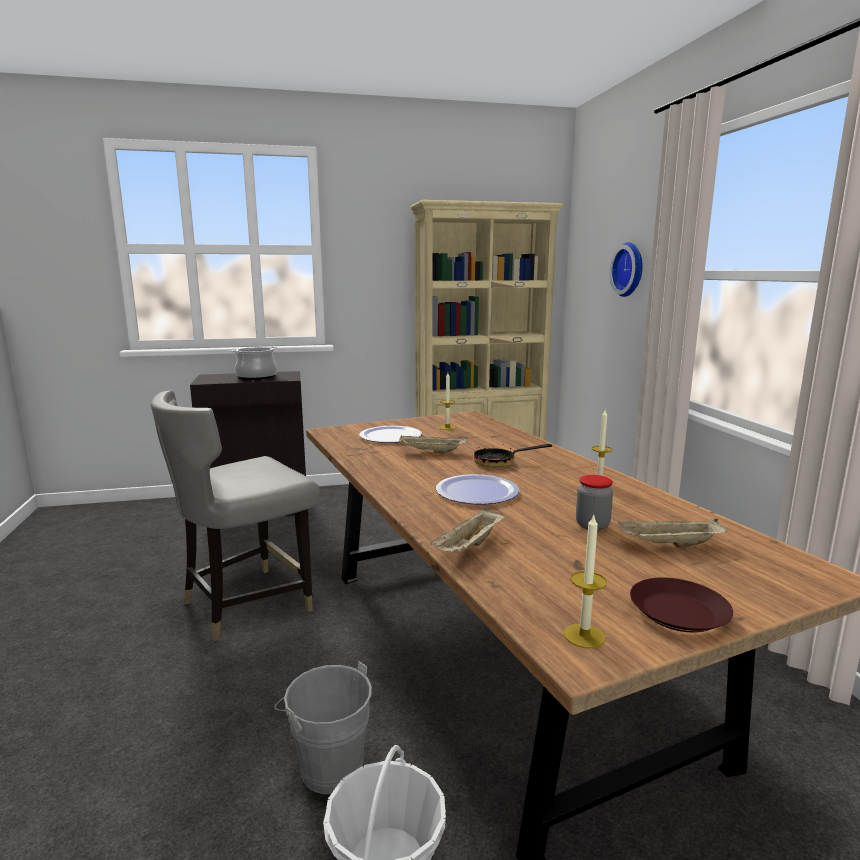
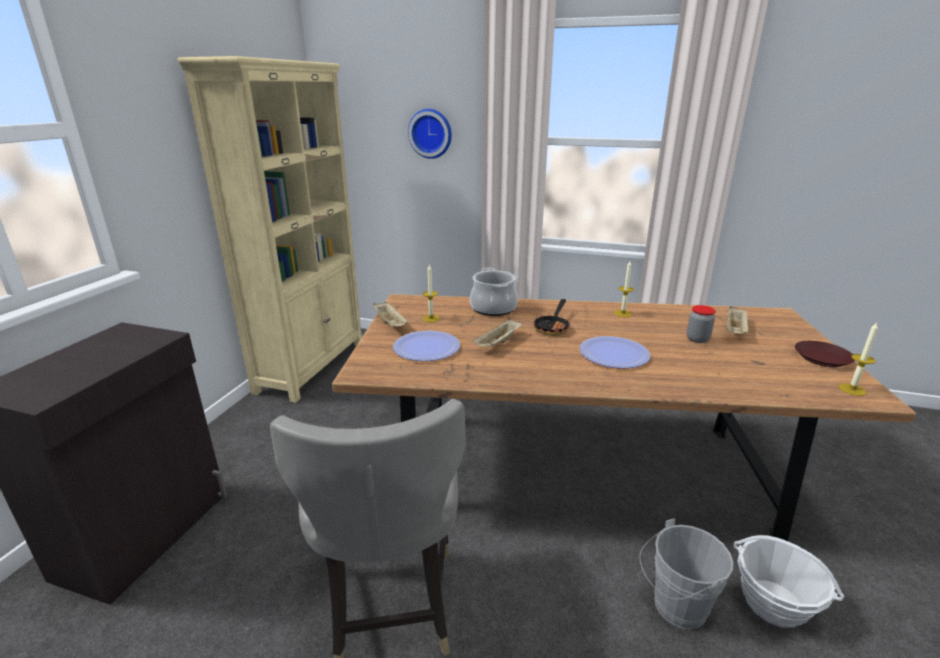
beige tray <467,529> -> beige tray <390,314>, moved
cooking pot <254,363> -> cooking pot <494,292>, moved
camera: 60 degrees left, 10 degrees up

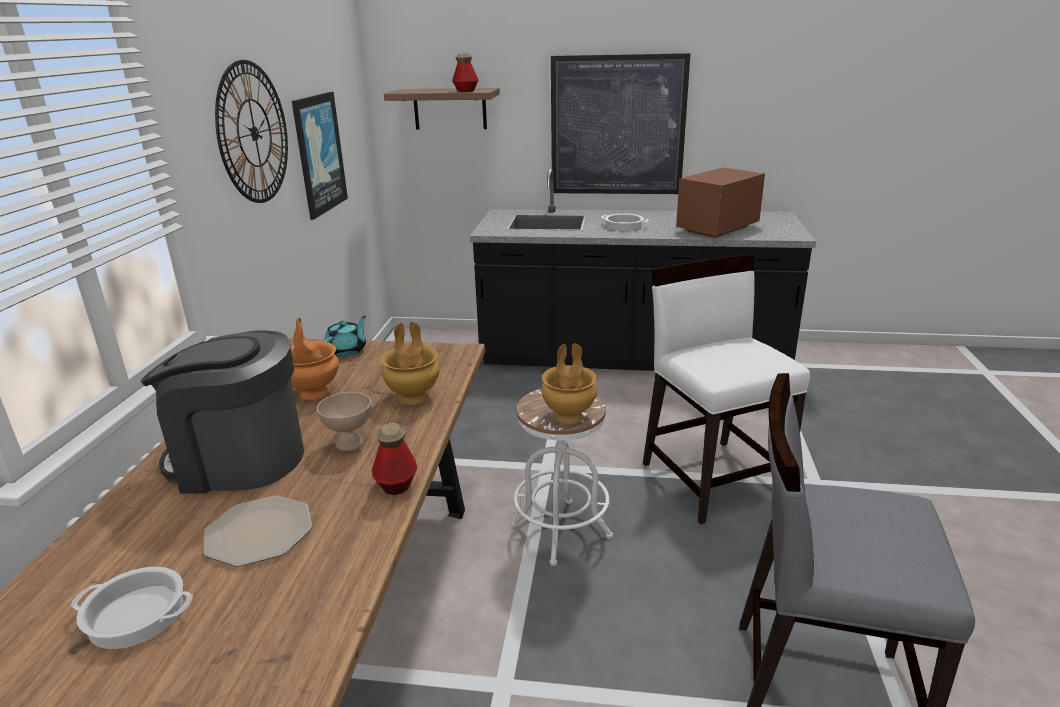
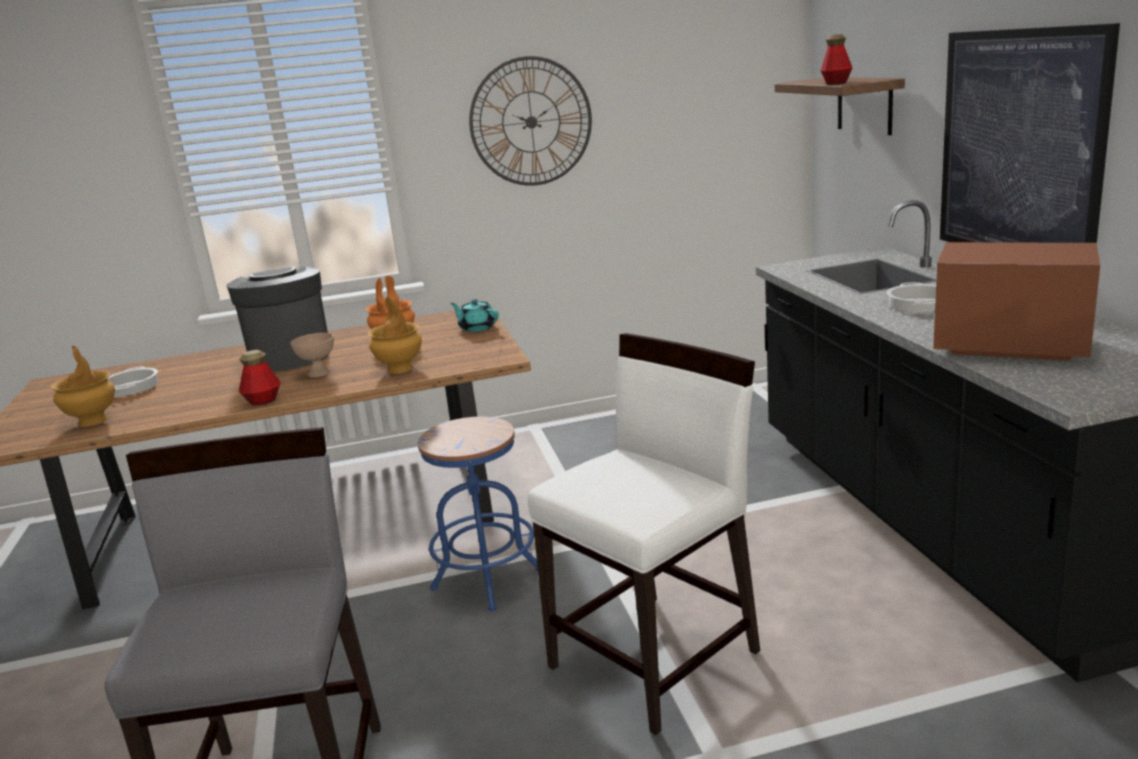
brown vase <569,383> -> brown vase <82,386>, moved
white stool <562,477> -> blue stool <478,513>
turquoise teapot <344,336> -> turquoise teapot <474,315>, 150 degrees counterclockwise
plate <258,531> -> none
picture <320,156> -> none
camera: 70 degrees right, 5 degrees down

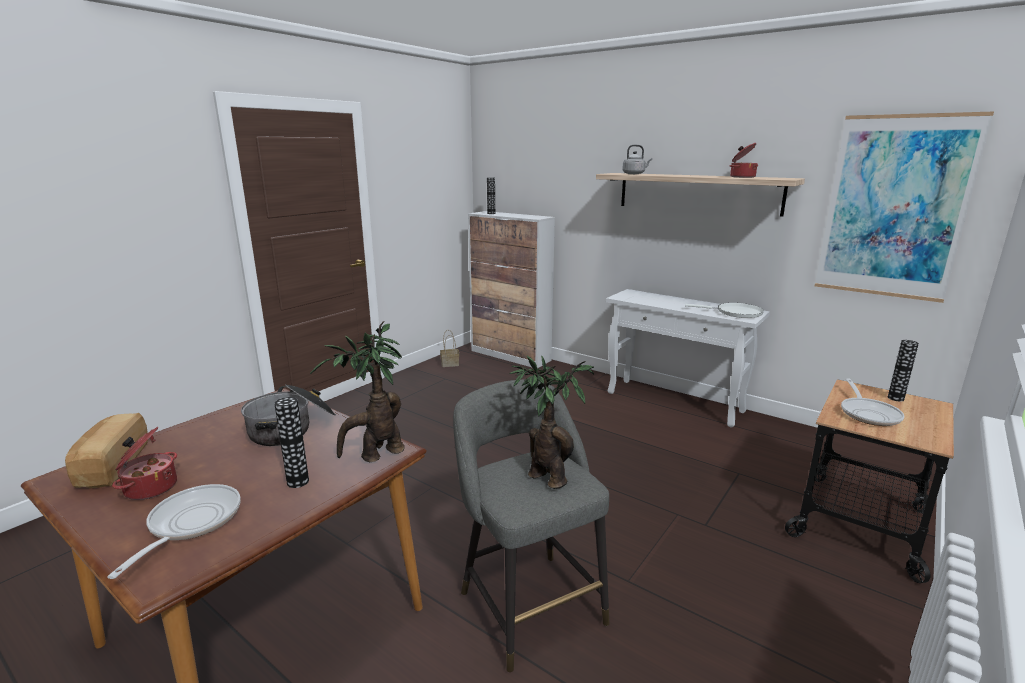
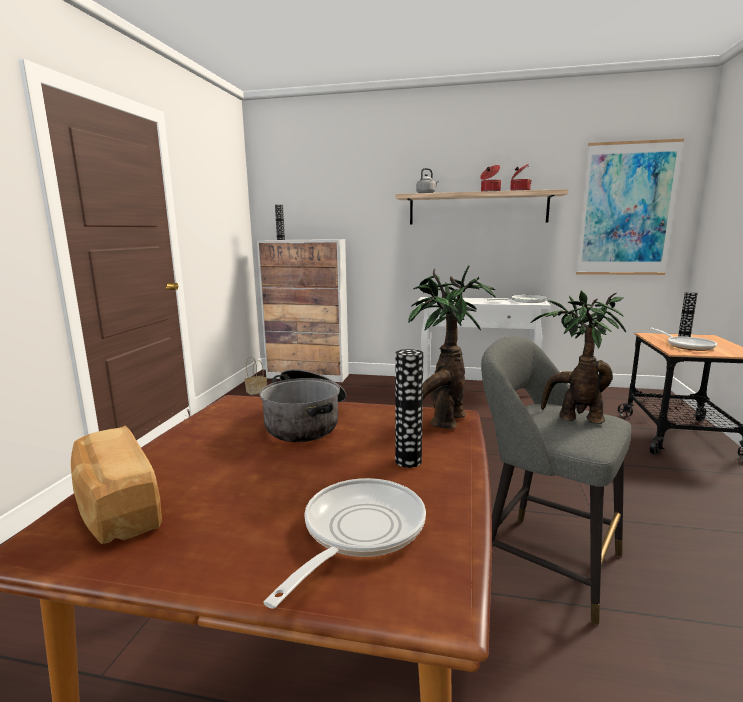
frying pan <174,531> -> frying pan <345,543>, 45 degrees clockwise
cooking pot <144,463> -> cooking pot <490,178>, moved
camera: 25 degrees left, 5 degrees down

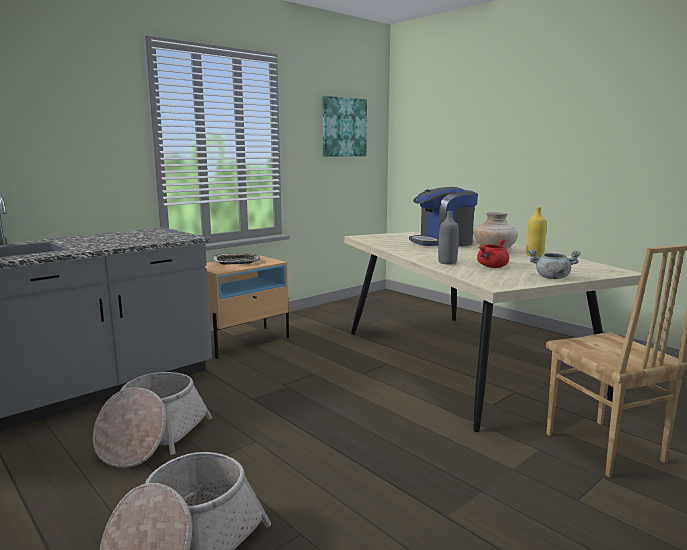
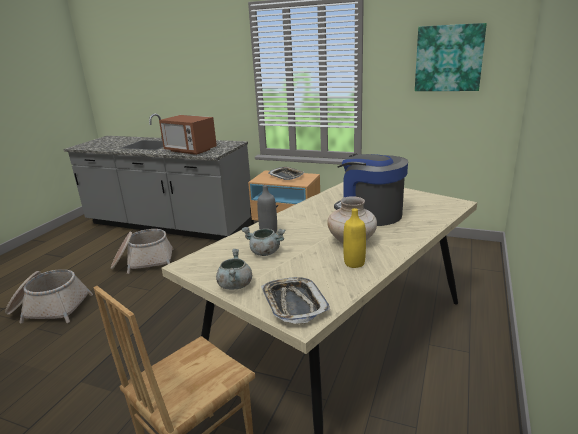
none -> microwave <188,135>
red cooking pot <493,253> -> grey cooking pot <263,241>
none -> tray <295,300>
camera: 65 degrees right, 10 degrees up

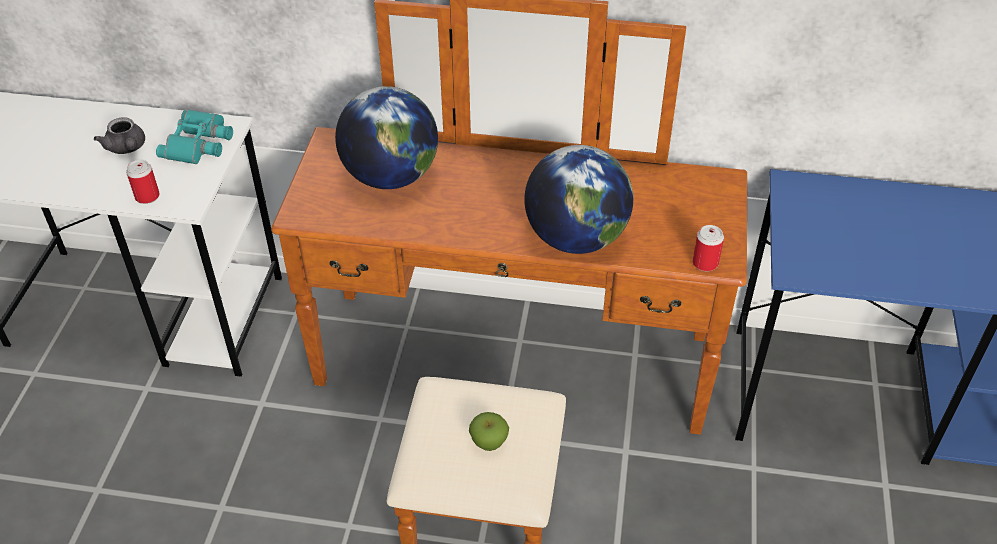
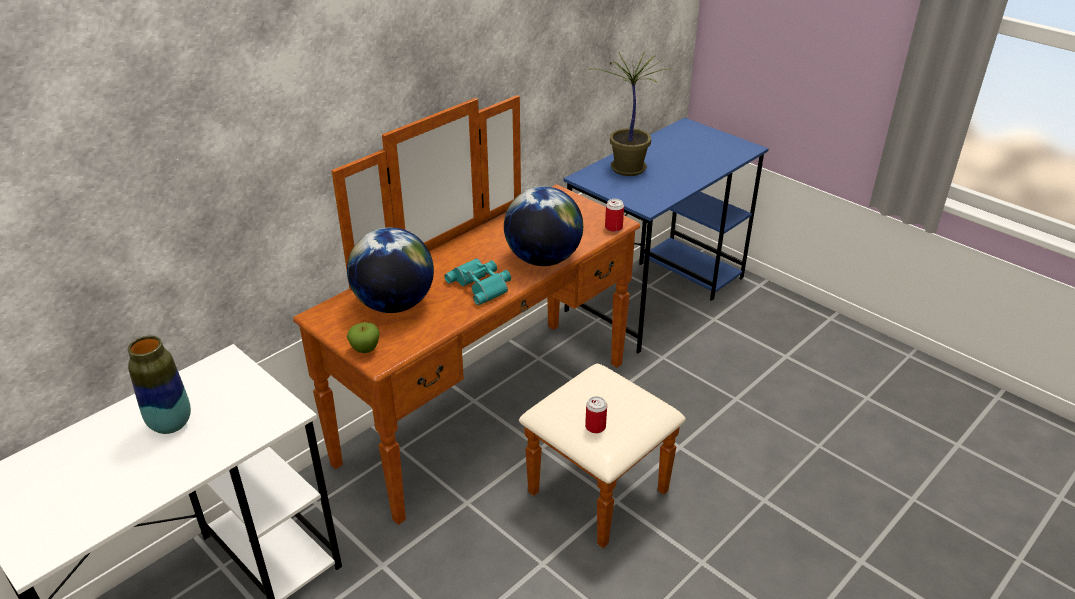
grey teapot <119,135> -> vase <159,385>
apple <489,431> -> apple <363,337>, moved
turquoise binoculars <194,137> -> turquoise binoculars <477,281>, moved
can <143,182> -> can <596,414>, moved
none -> potted plant <630,113>
camera: 55 degrees left, 10 degrees down

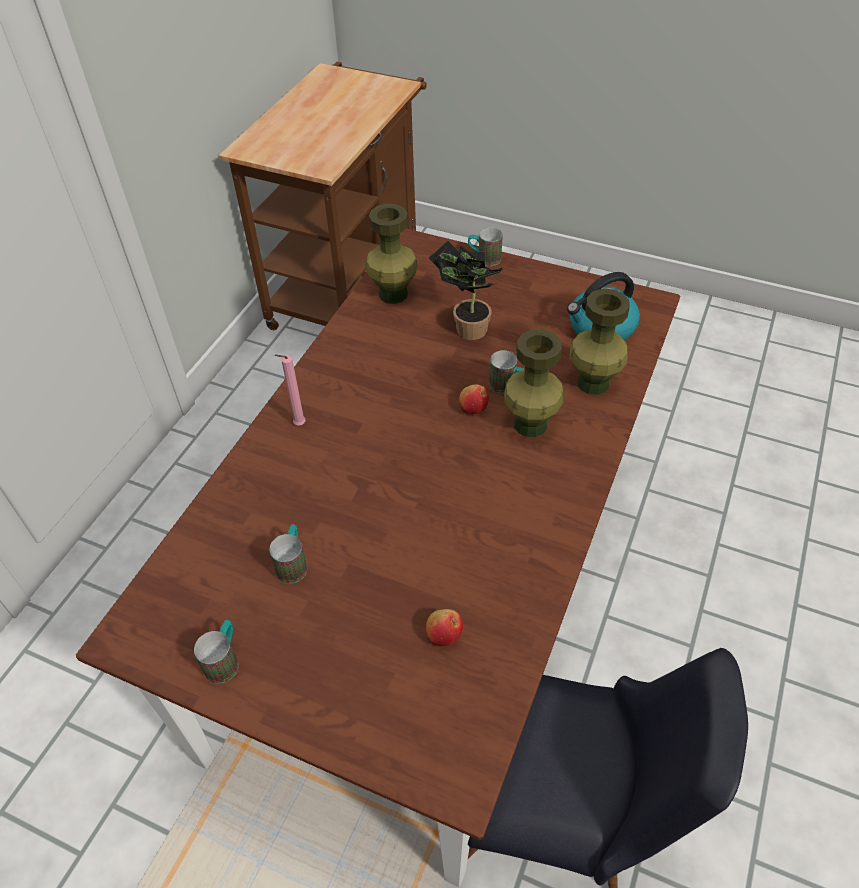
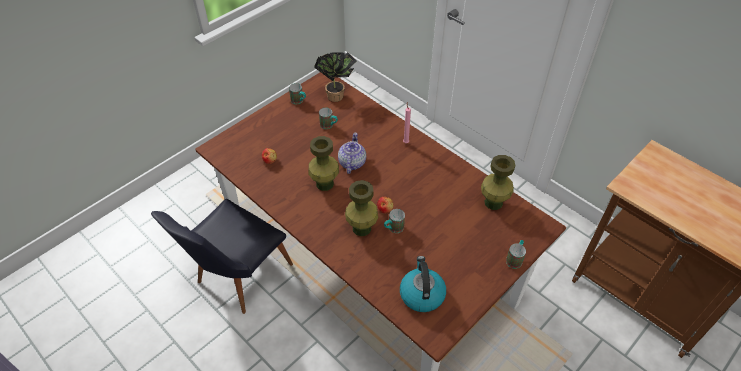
green vase <600,342> -> green vase <323,163>, moved
potted plant <466,290> -> potted plant <335,77>, moved
none -> teapot <352,153>
camera: 110 degrees right, 0 degrees up

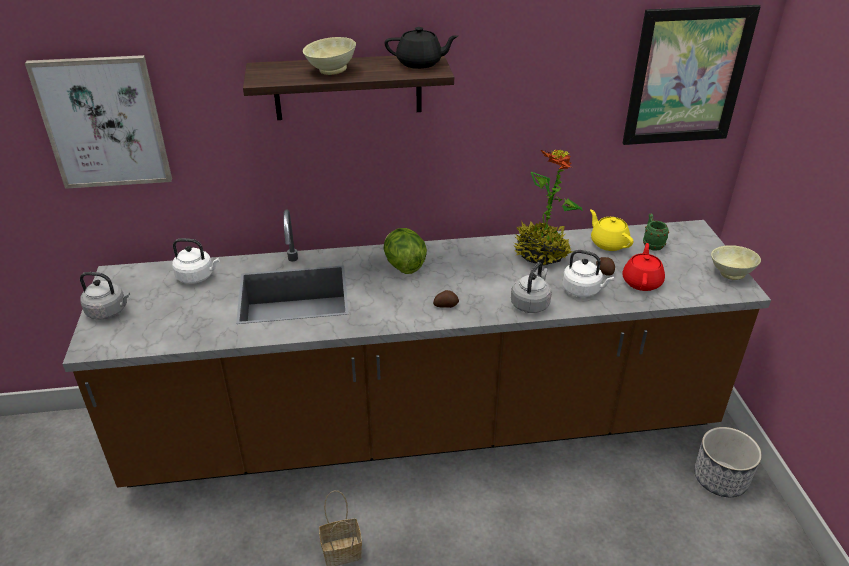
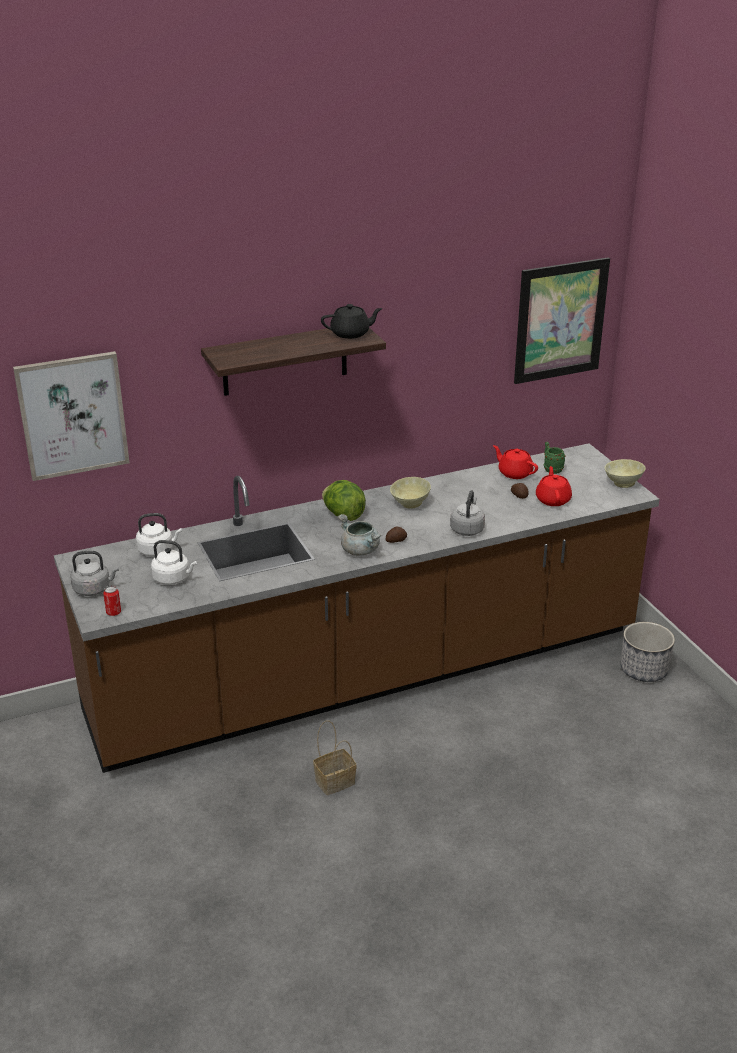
none -> can <112,601>
white kettle <588,273> -> white kettle <174,562>, moved
none -> grey cooking pot <359,535>
beige bowl <329,56> -> beige bowl <410,492>, moved
yellow teapot <612,230> -> red teapot <515,462>
potted plant <548,207> -> none
camera: 15 degrees left, 5 degrees down

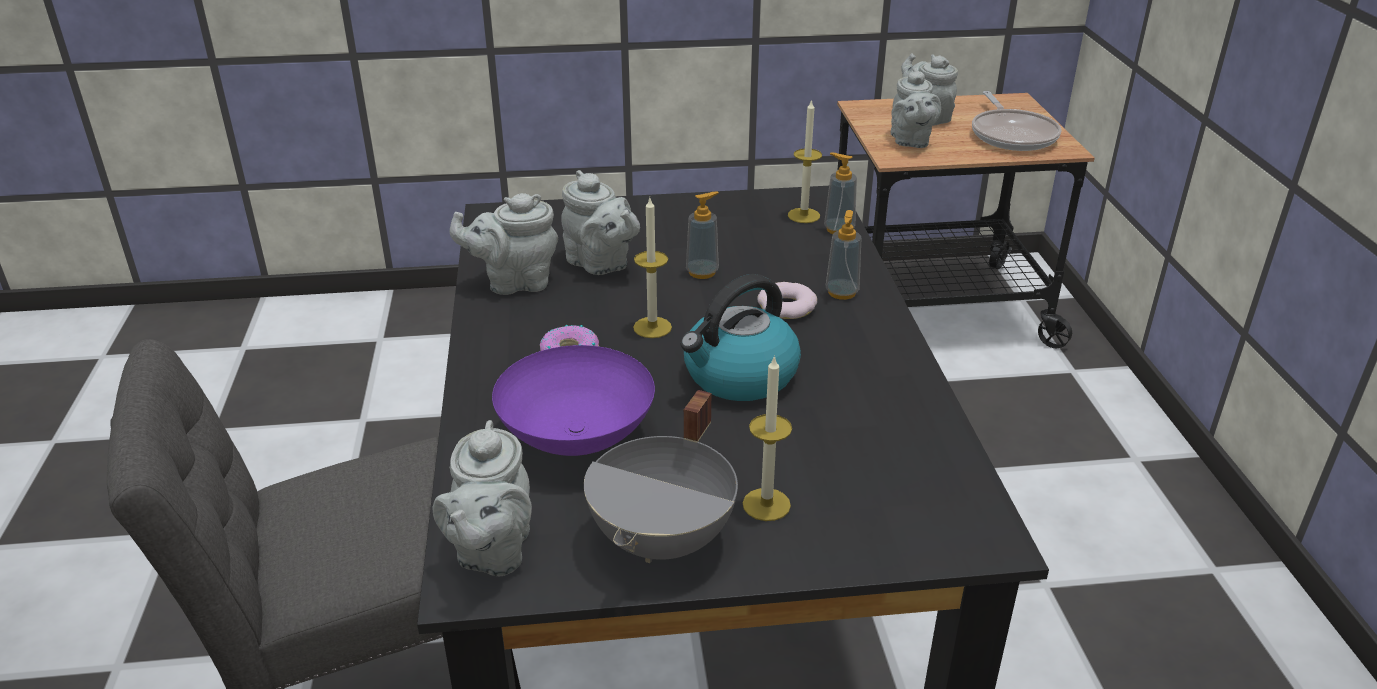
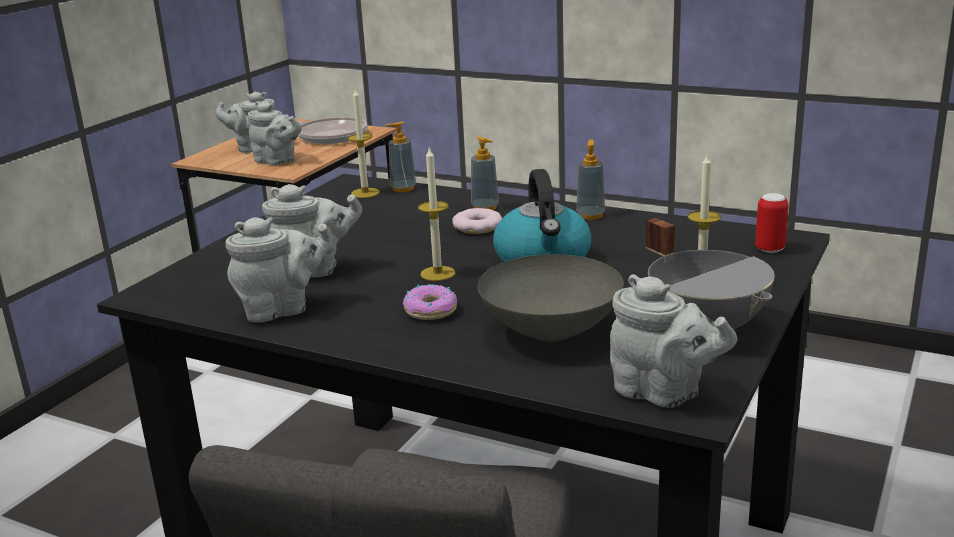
grey teapot <504,244> -> grey teapot <279,269>, 135 degrees counterclockwise
purple bowl <573,400> -> grey bowl <551,298>
soap dispenser <702,235> -> soap dispenser <590,180>, moved
none -> can <772,223>
camera: 55 degrees left, 10 degrees down

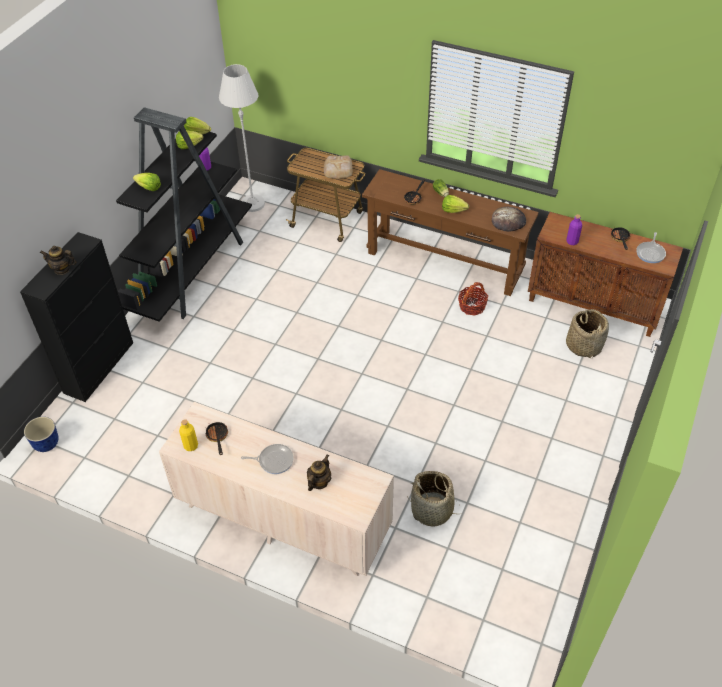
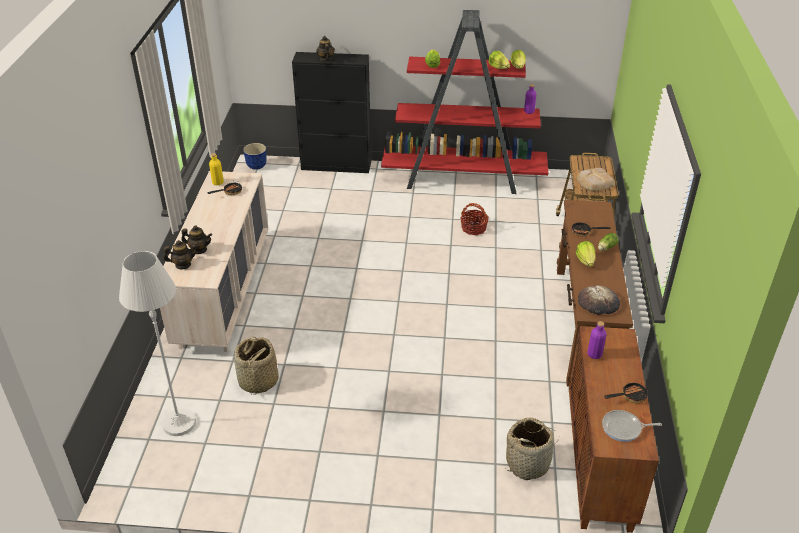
white floor lamp <242,138> -> white floor lamp <157,343>, moved
none -> teapot <180,255>
black bookcase <184,214> -> red bookcase <464,102>
basket <473,299> -> basket <475,219>, moved
frying pan <267,459> -> none
camera: 70 degrees right, 10 degrees down

